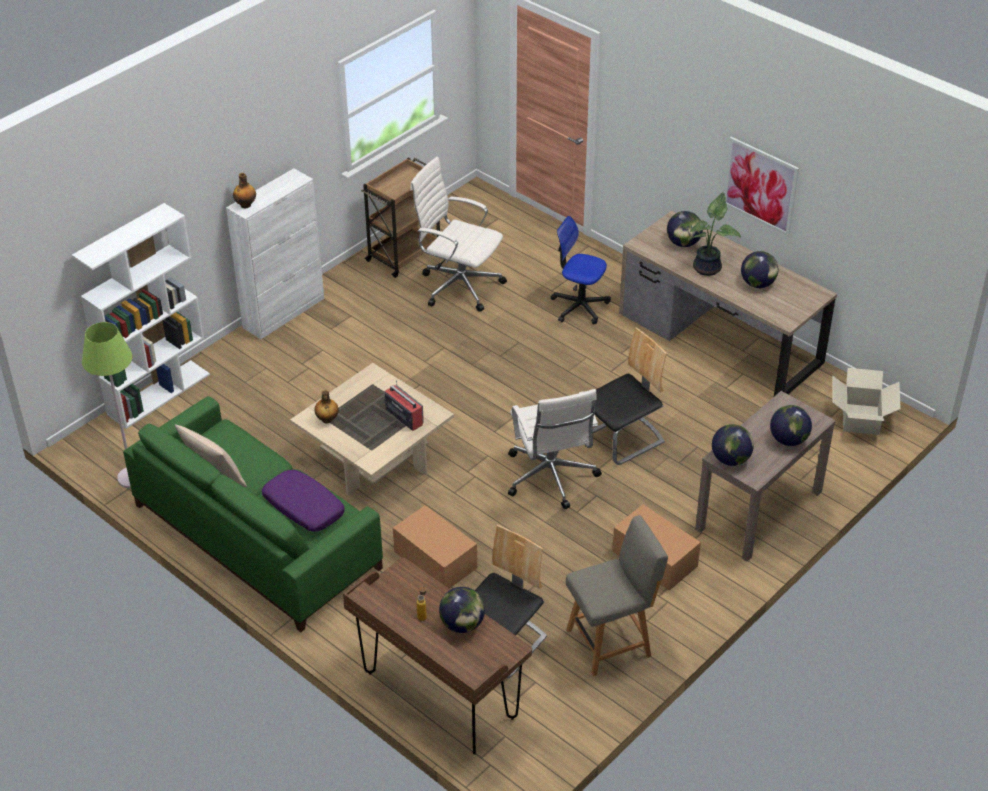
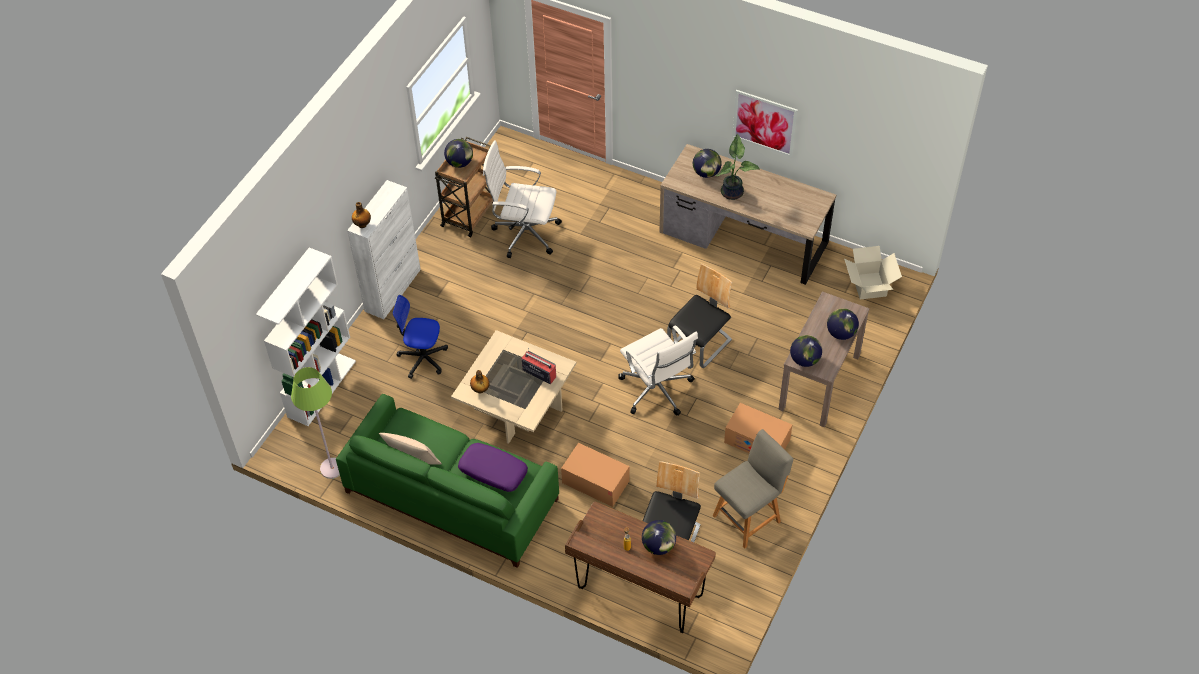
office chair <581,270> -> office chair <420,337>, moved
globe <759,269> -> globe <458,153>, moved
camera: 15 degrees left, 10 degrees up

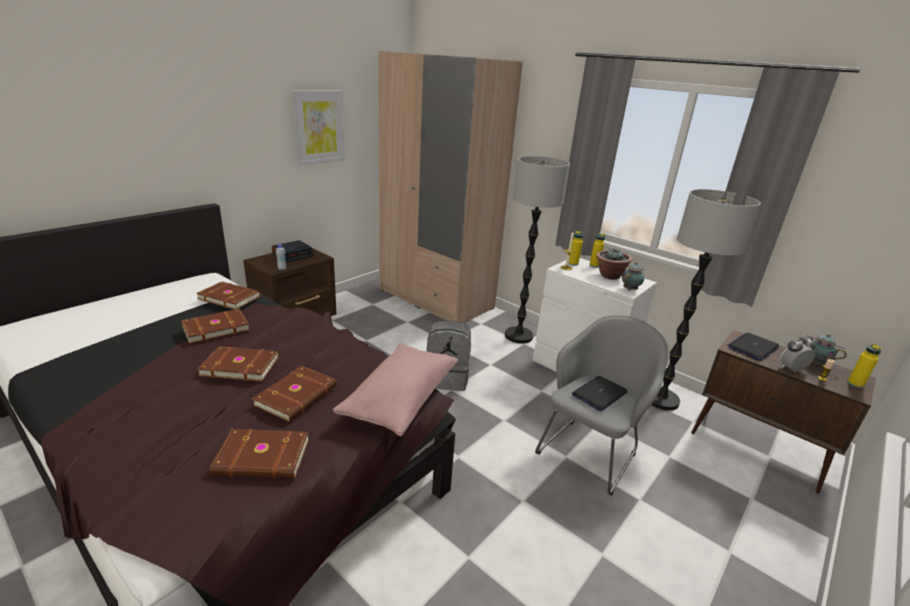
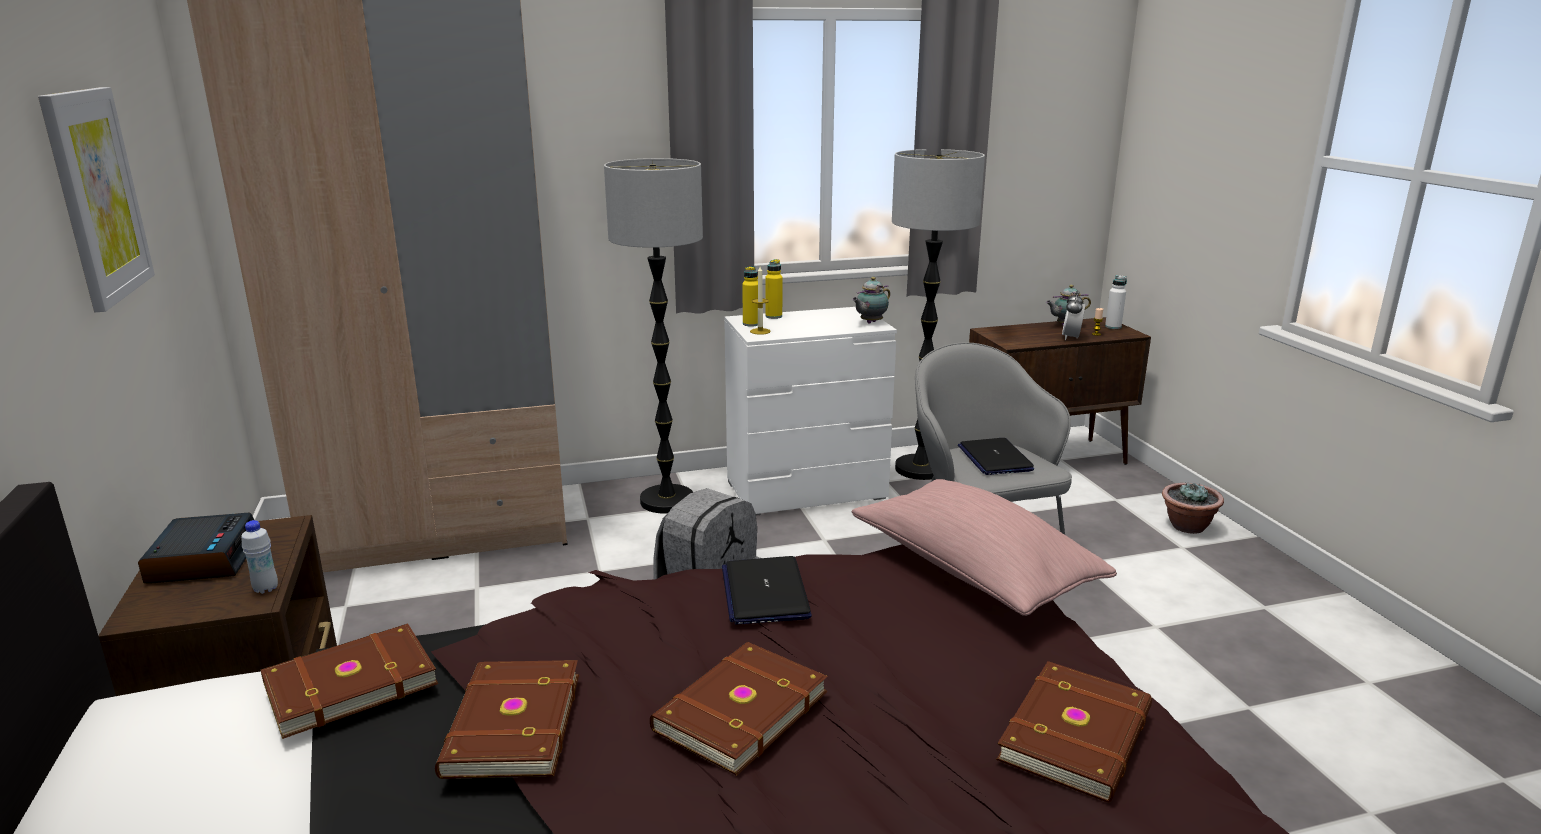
laptop <753,347> -> laptop <767,590>, moved
teapot <633,276> -> teapot <871,300>, 120 degrees counterclockwise
yellow bottle <864,366> -> white bottle <1116,302>
potted plant <614,264> -> potted plant <1193,508>, moved
brown book <294,394> -> none
camera: 55 degrees left, 5 degrees down

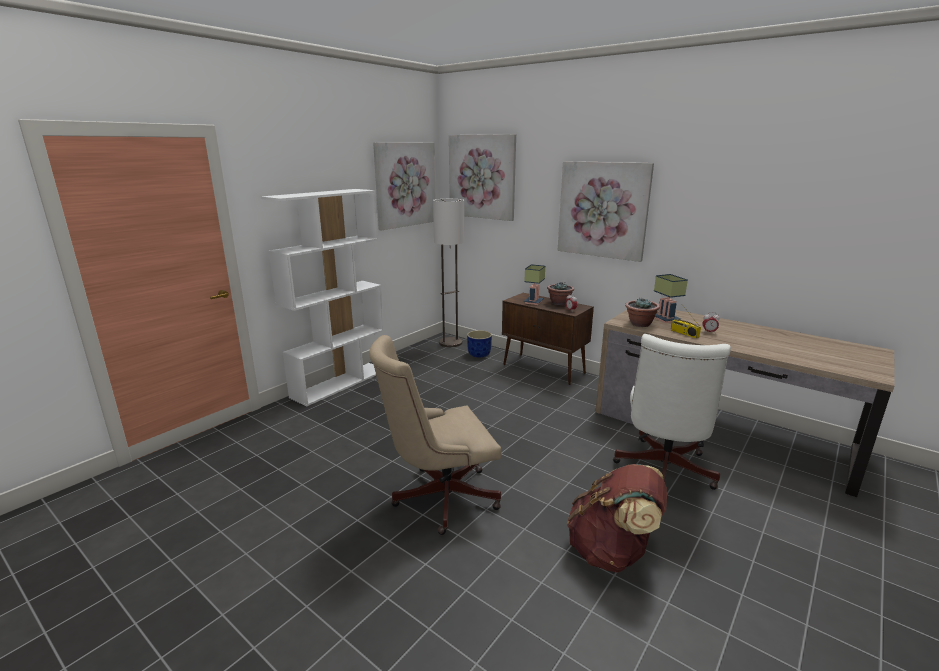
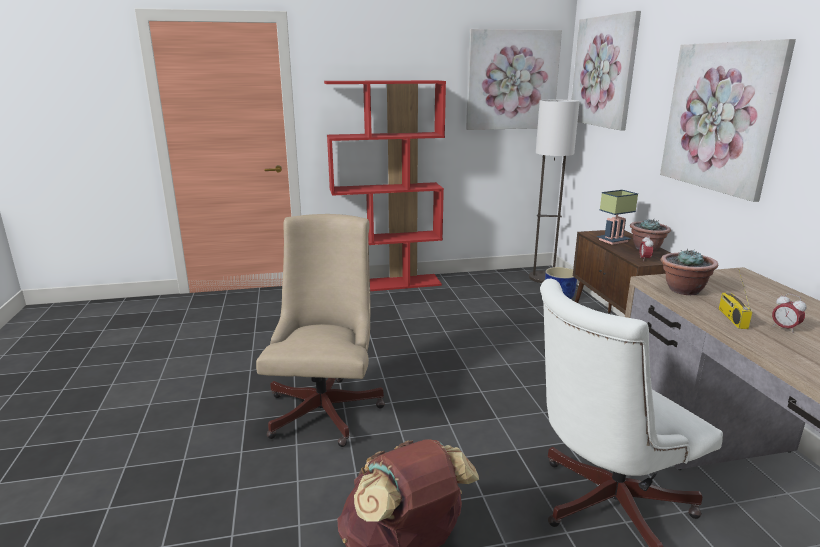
beige office chair <435,435> -> beige office chair <320,330>, 75 degrees clockwise
white bookcase <322,298> -> red bookcase <385,185>
table lamp <671,298> -> none
camera: 40 degrees right, 0 degrees up

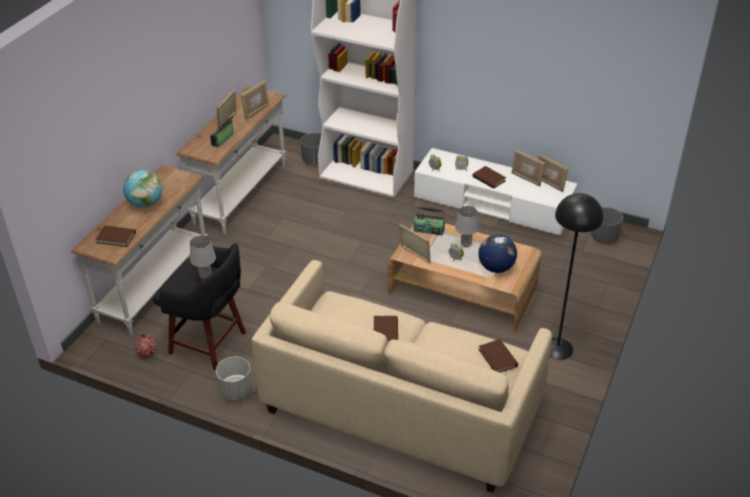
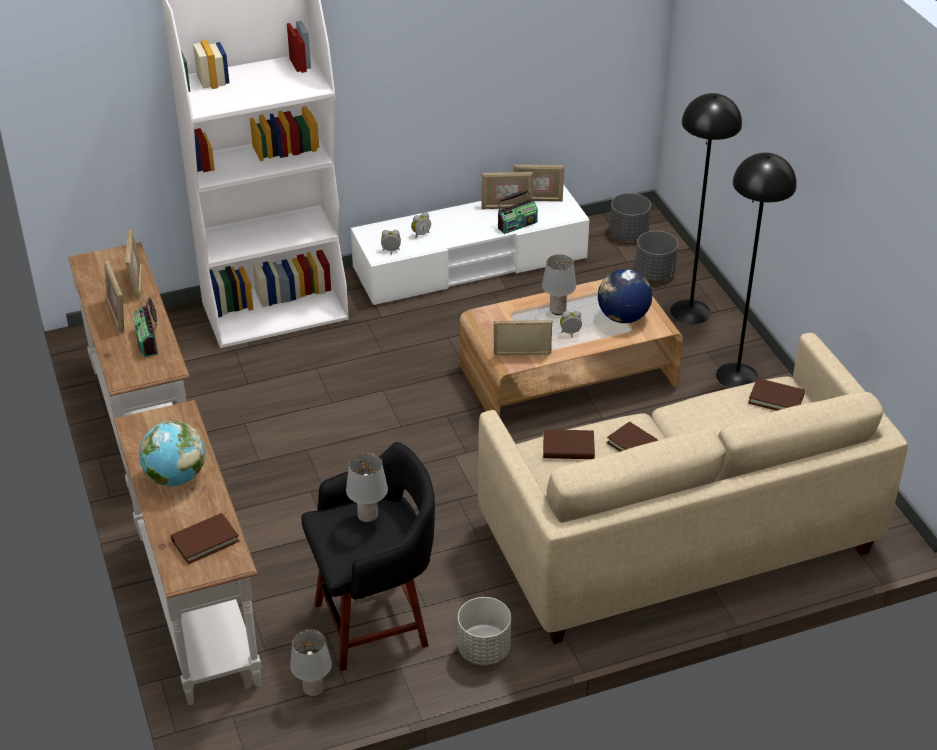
red vase <145,345> -> grey table lamp <311,663>
radio <429,221> -> radio <517,212>, moved
brown book <489,177> -> brown book <569,444>, moved
grey planter <311,148> -> grey planter <656,256>, moved
none -> black floor lamp <706,208>
camera: 45 degrees left, 0 degrees up

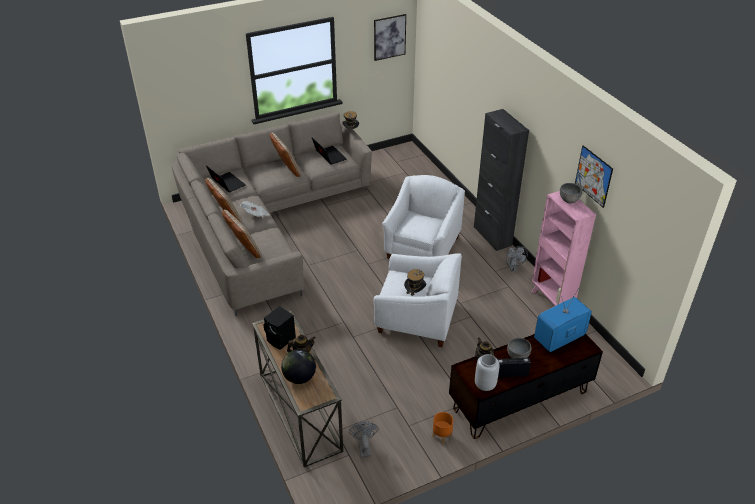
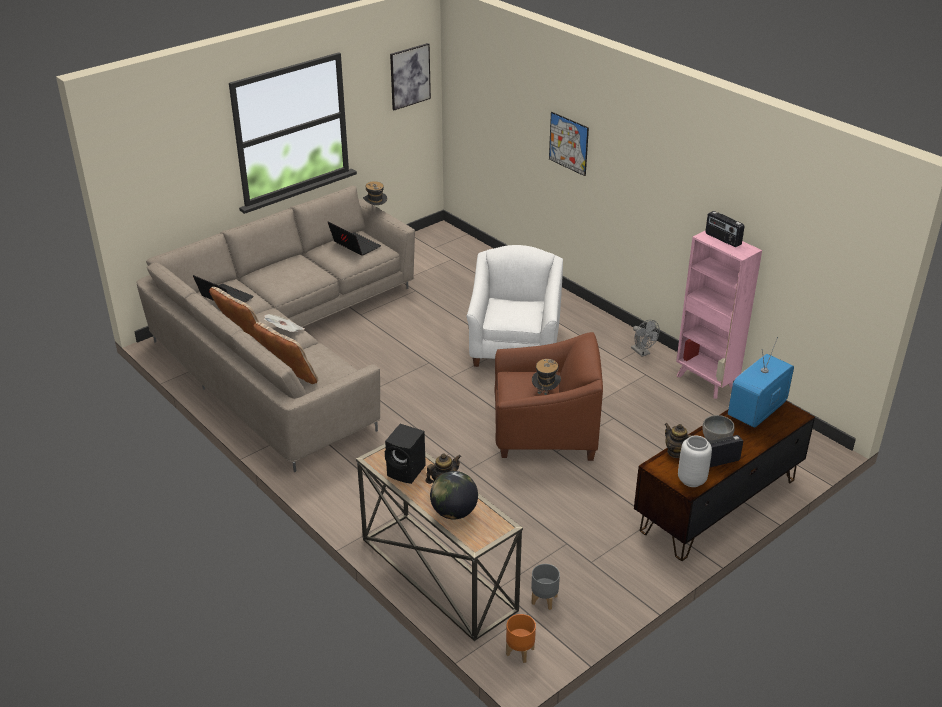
white armchair <418,300> -> brown armchair <549,396>
orange planter <442,428> -> orange planter <521,638>, moved
grey fan <363,439> -> grey planter <545,587>
picture <594,176> -> picture <569,144>, moved
grey bowl <571,193> -> radio <725,229>
beige pillow <285,154> -> none
black cabinet <501,180> -> none
camera: 15 degrees left, 5 degrees down

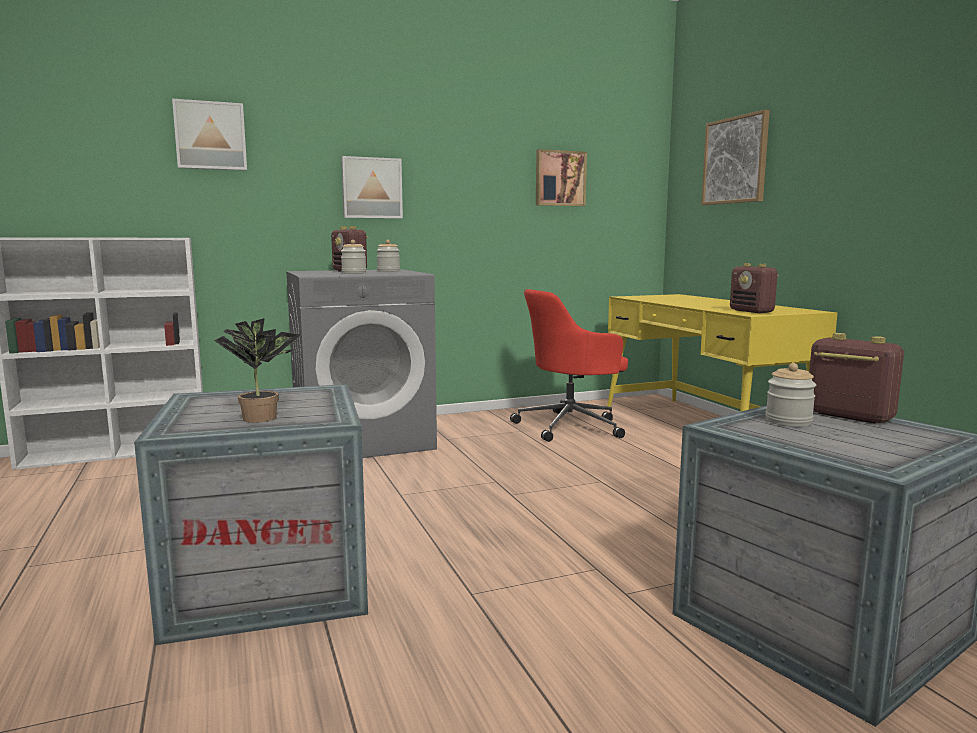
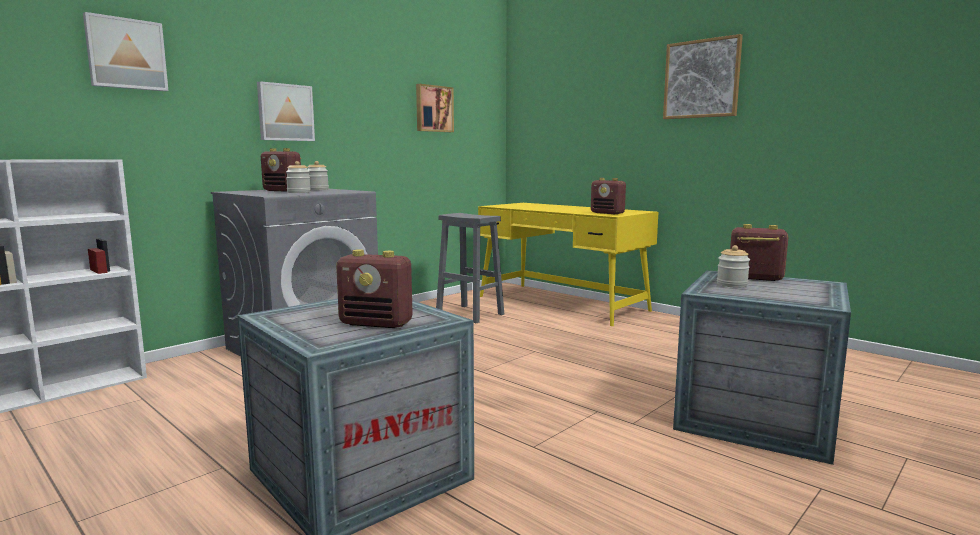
potted plant <257,370> -> radio <374,288>
red office chair <569,365> -> grey stool <470,268>
picture <735,157> -> picture <703,76>, moved
camera: 25 degrees left, 0 degrees up

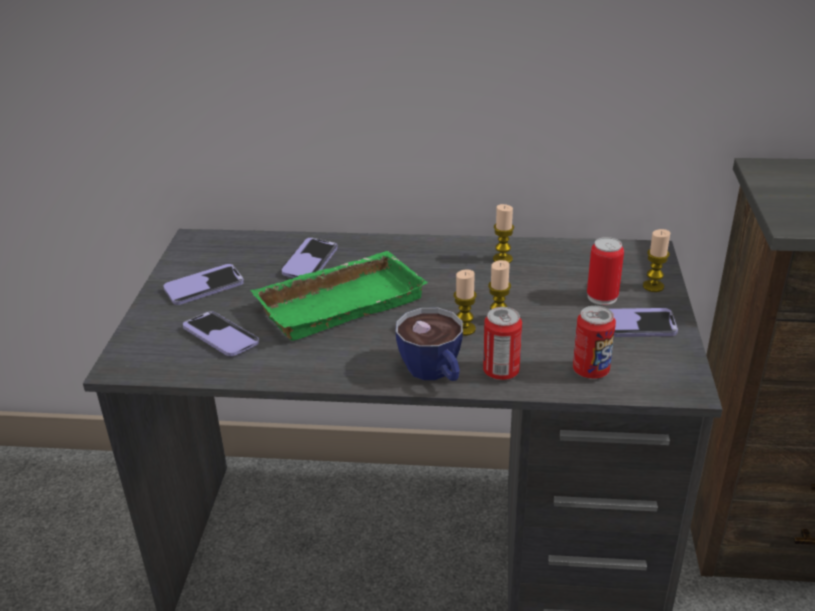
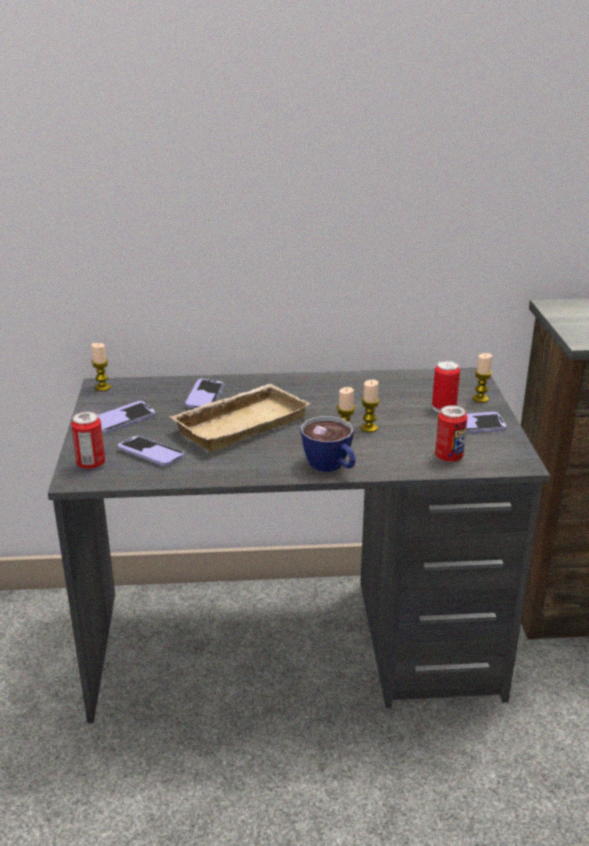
can <502,343> -> can <88,440>, moved
candle <503,233> -> candle <101,367>, moved
green tray <339,296> -> beige tray <239,418>
camera: 10 degrees left, 5 degrees down

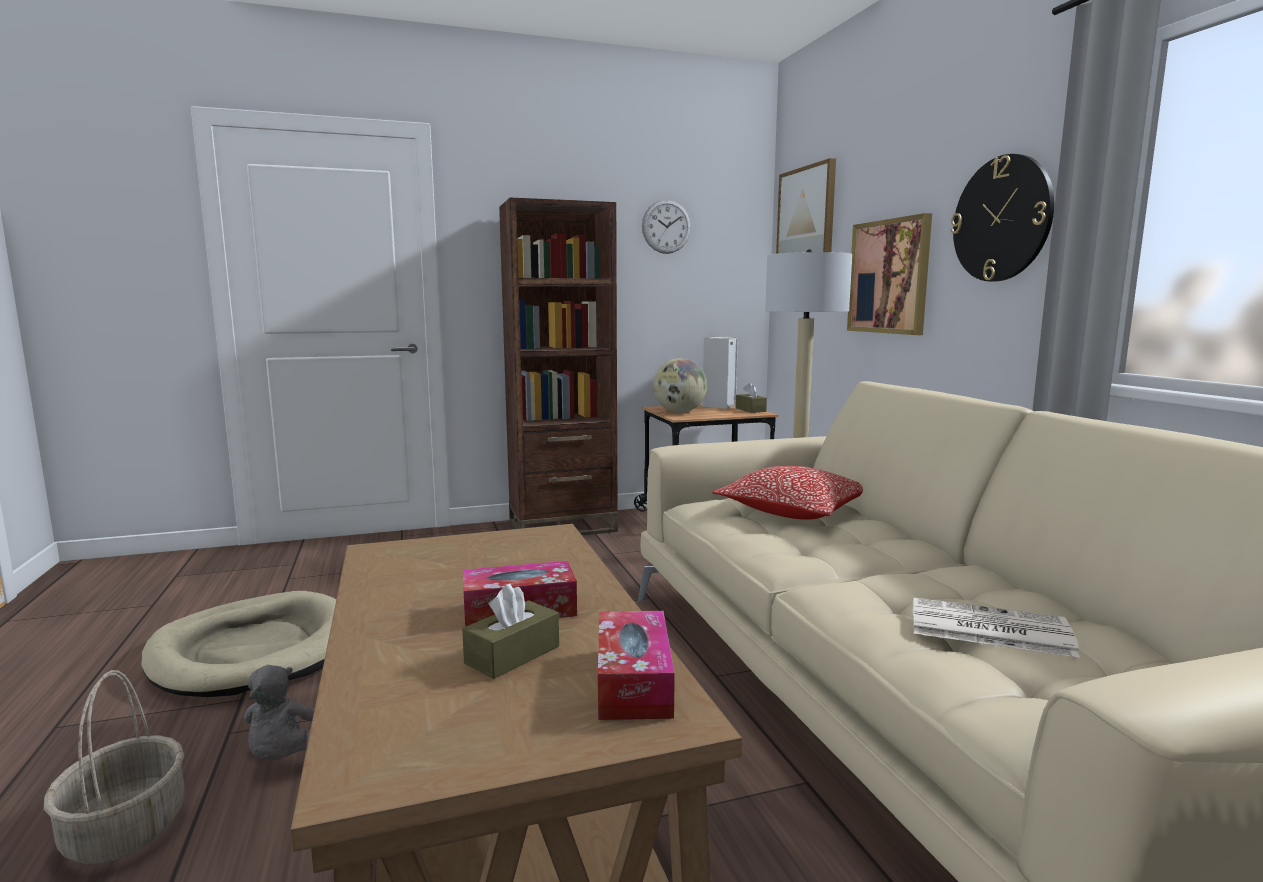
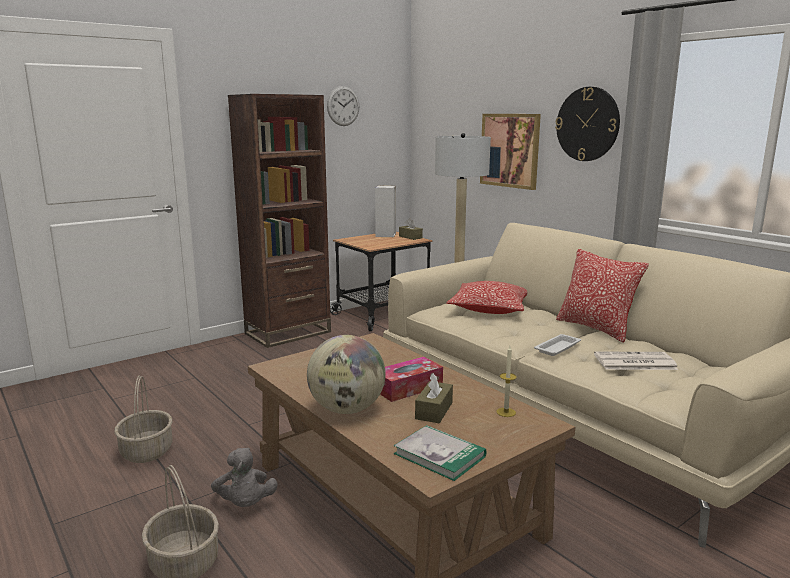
beige dog bed <238,644> -> basket <143,419>
globe <680,385> -> globe <346,374>, moved
none -> book <440,453>
tissue box <636,665> -> candle <506,381>
none -> white tray <557,345>
none -> pillow <602,296>
picture <806,206> -> none
camera: 20 degrees left, 5 degrees up

